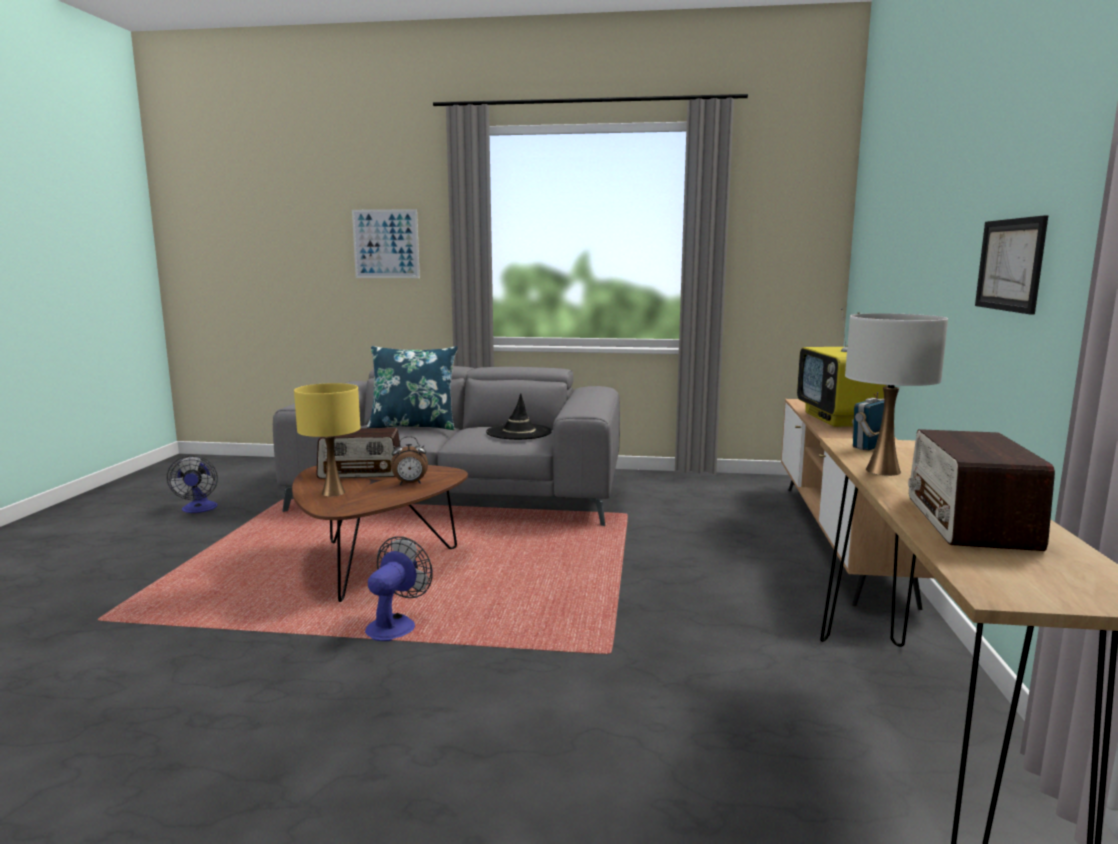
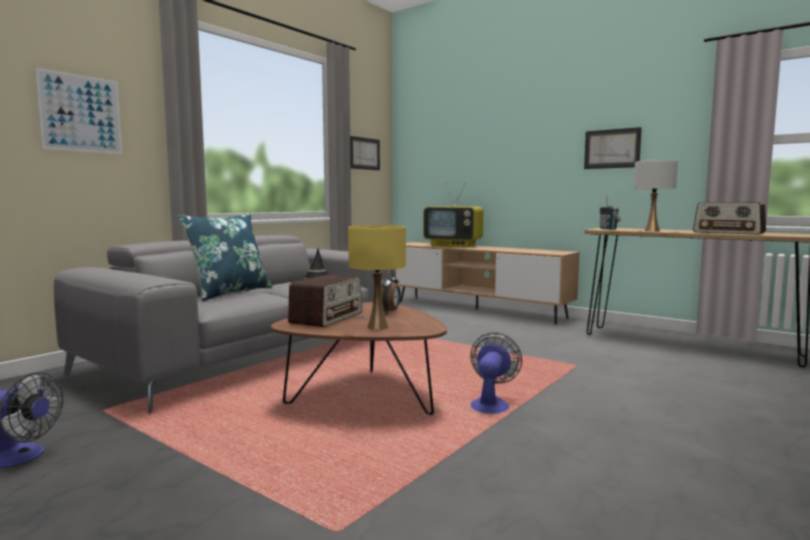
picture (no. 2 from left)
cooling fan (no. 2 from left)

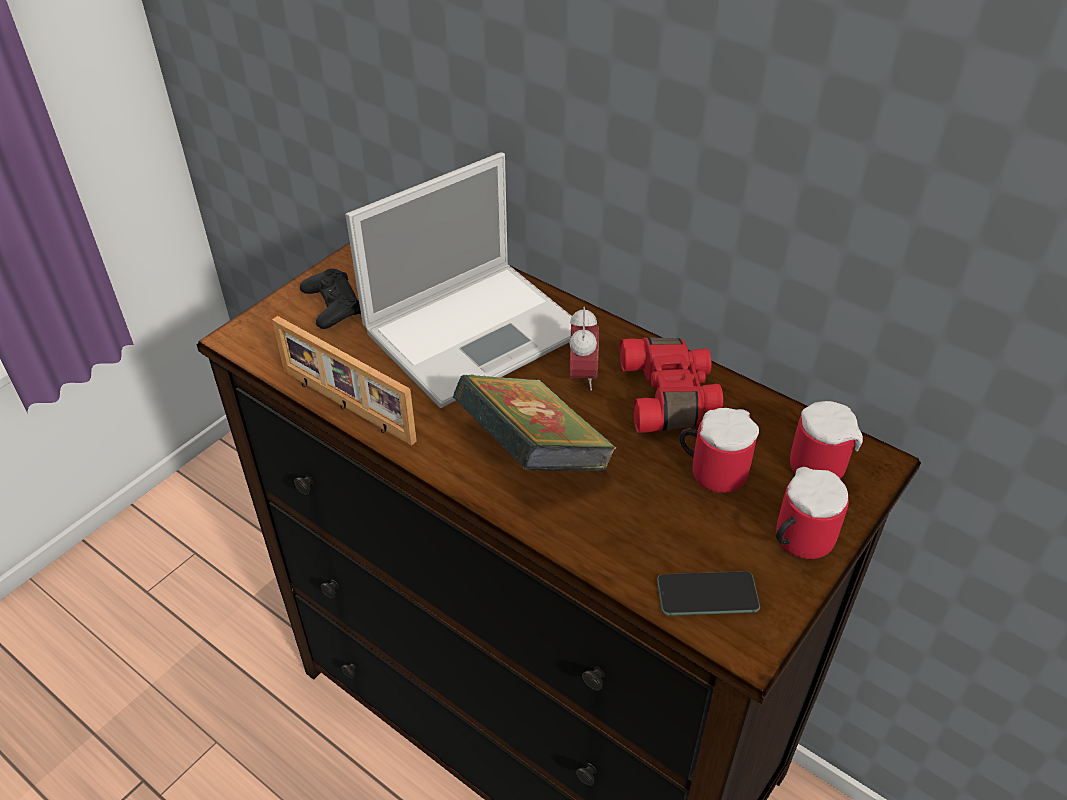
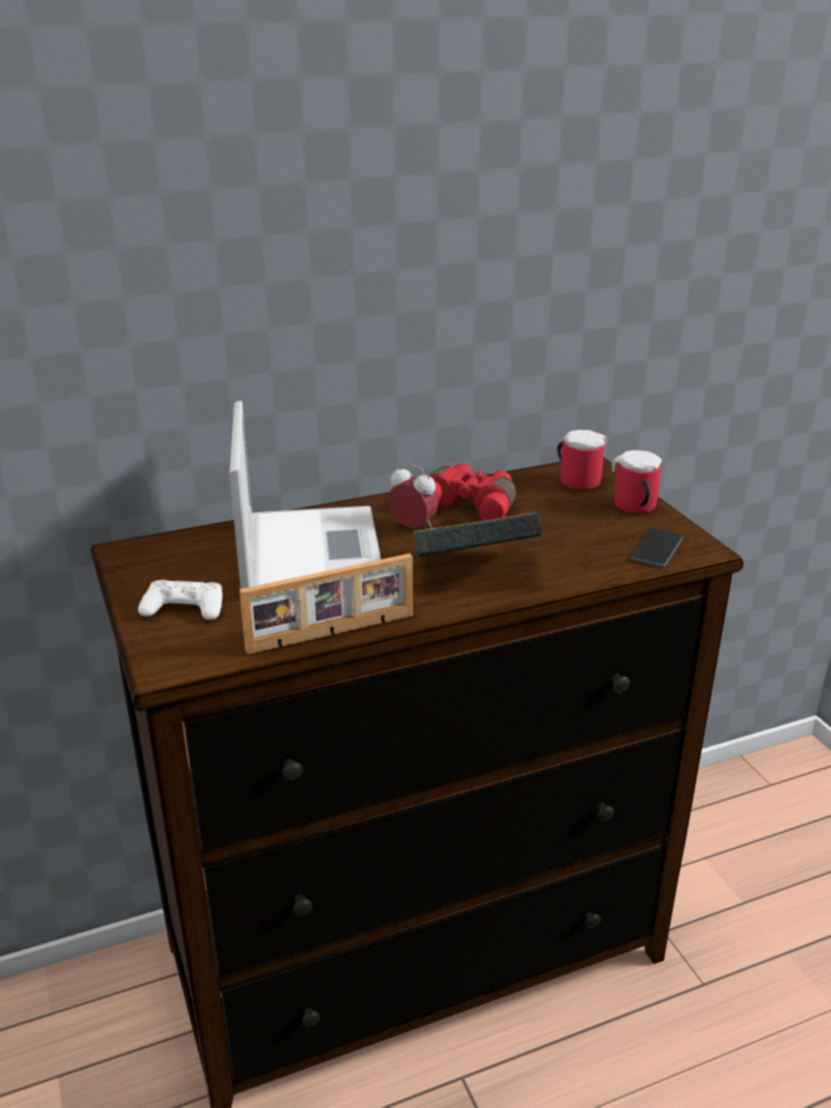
coffee mug (no. 1 from left in the first image)
whitish joypad

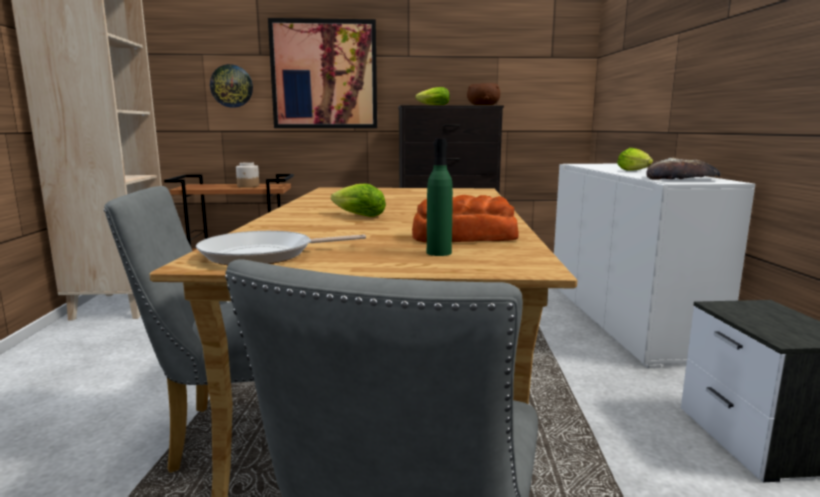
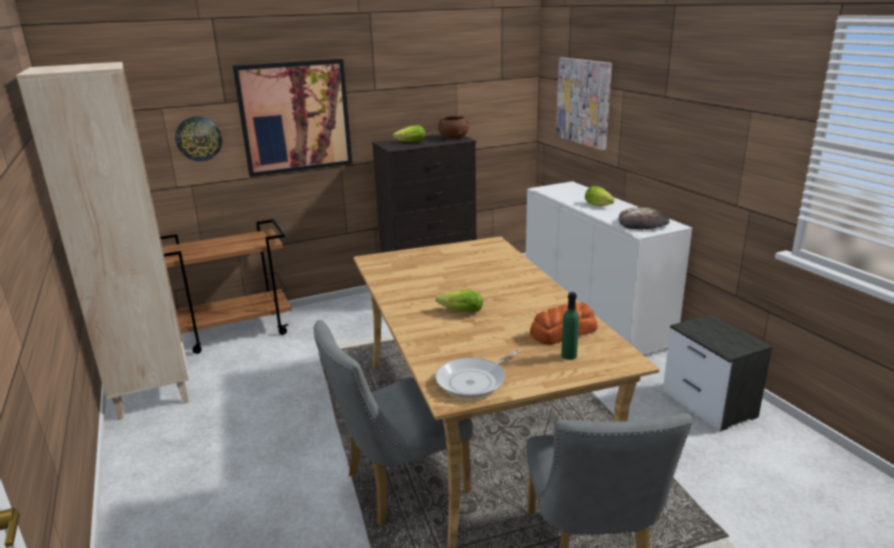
jar
picture (no. 2 from left)

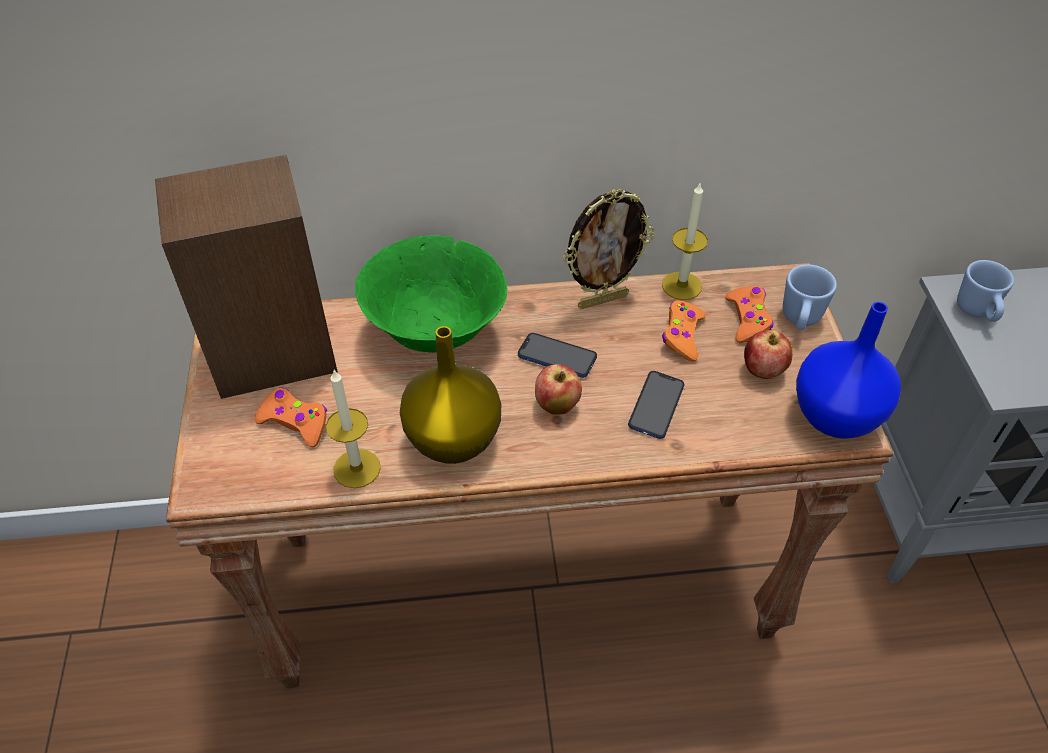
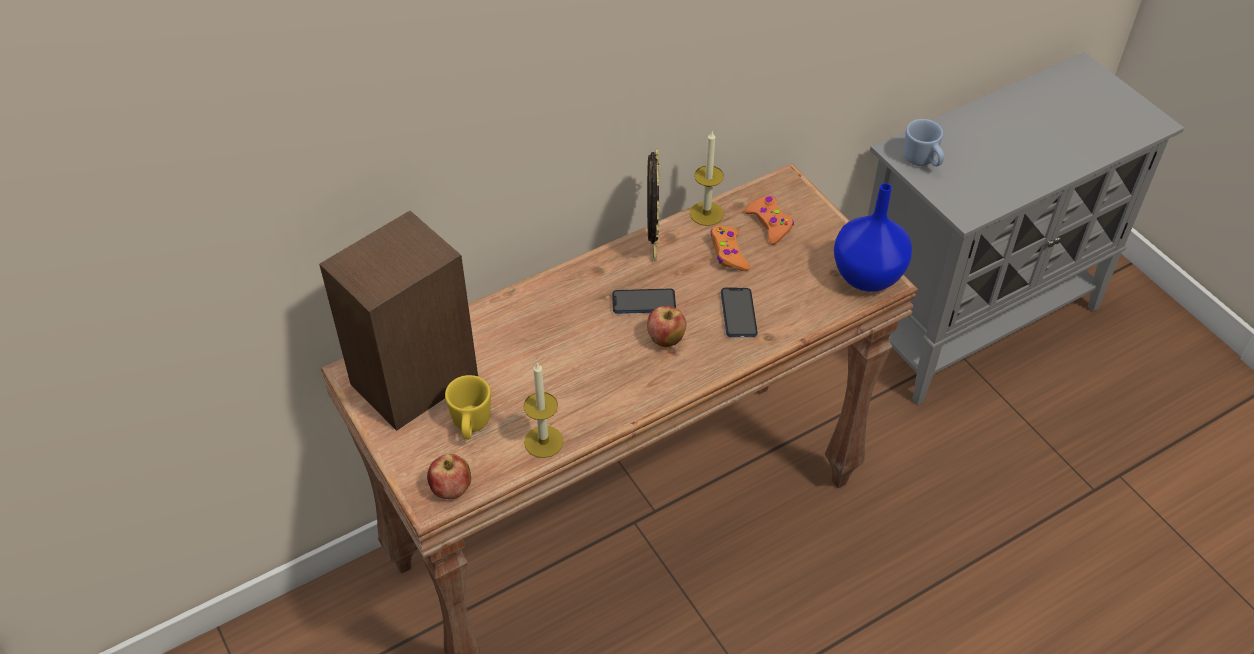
green serving bowl
yellowish decorative vase
blue-coloured coffee mug (no. 1 from left in the first image)
apple (no. 1 from left)
yellowish coffee mug
picture frame

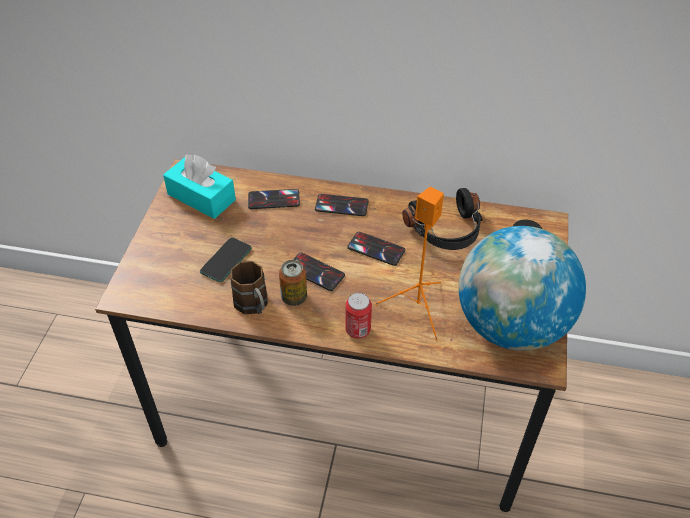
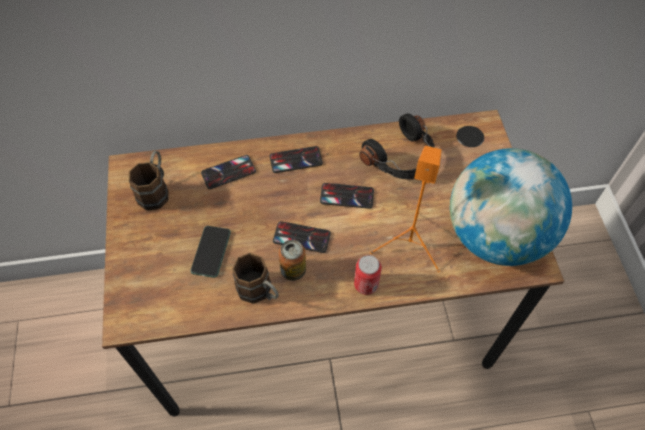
brown coffee mug (no. 1 from left)

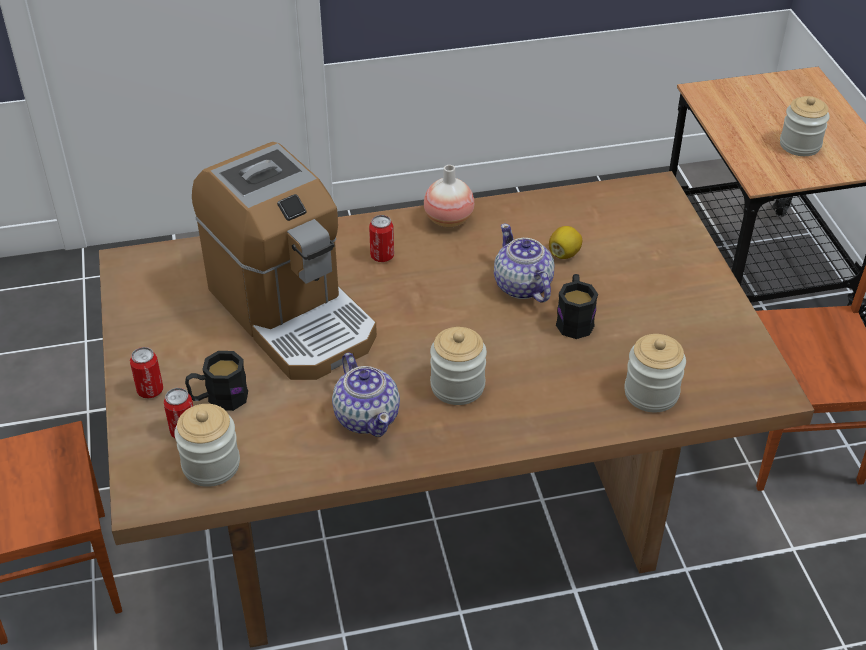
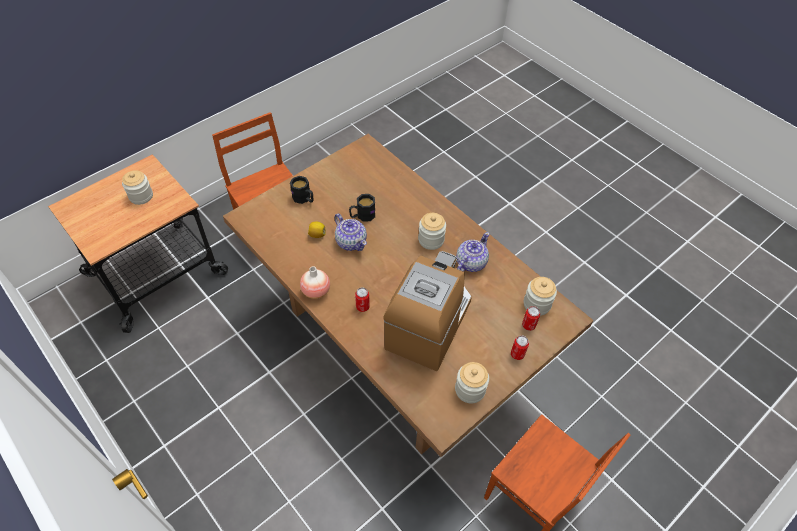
blackish coffee mug (no. 1 from left)
jar (no. 3 from left)
teapot (no. 1 from left)

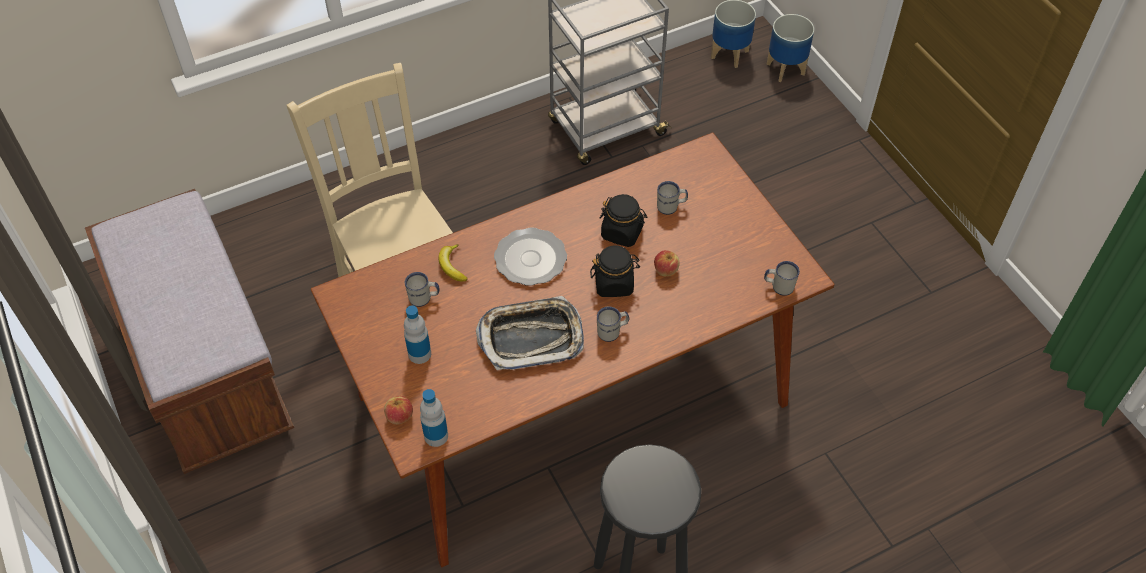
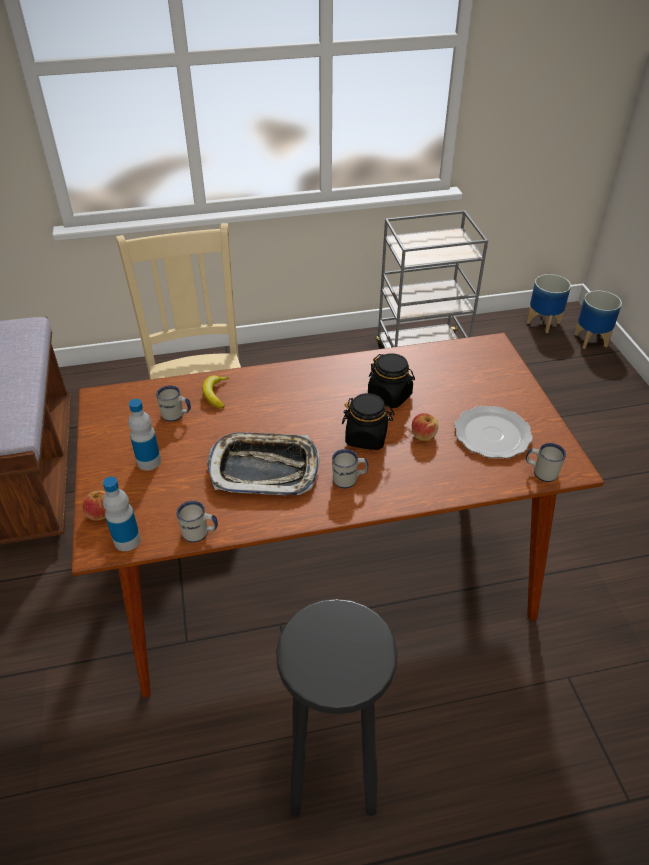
plate
whitish coffee mug (no. 2 from left)

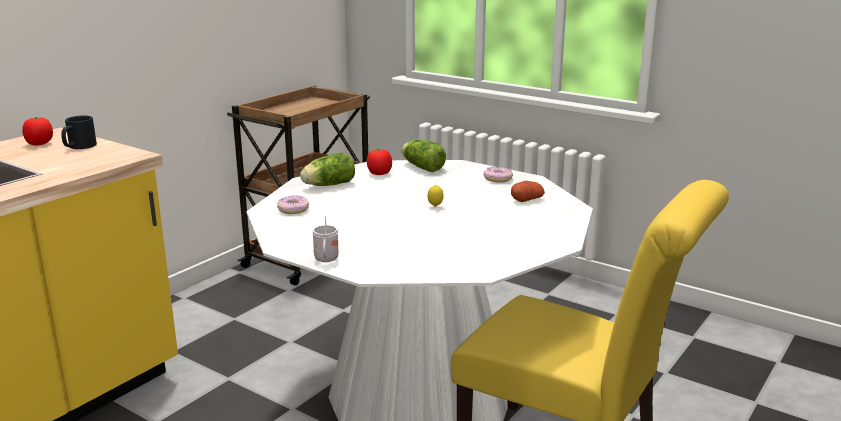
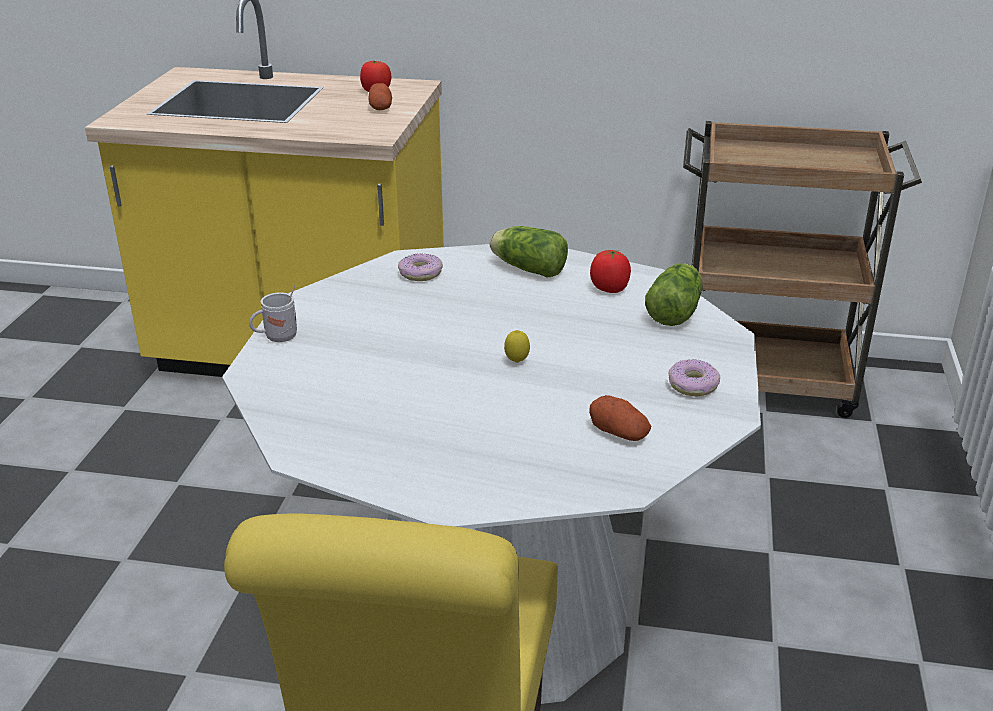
whole potato (no. 1 from left)

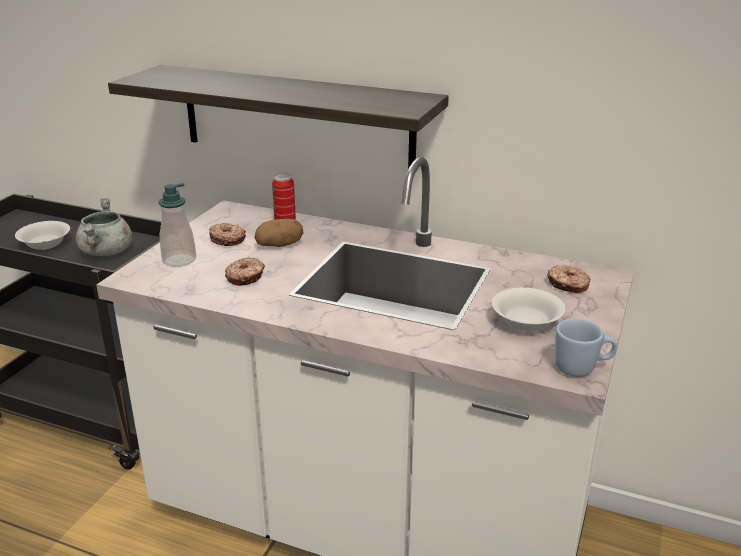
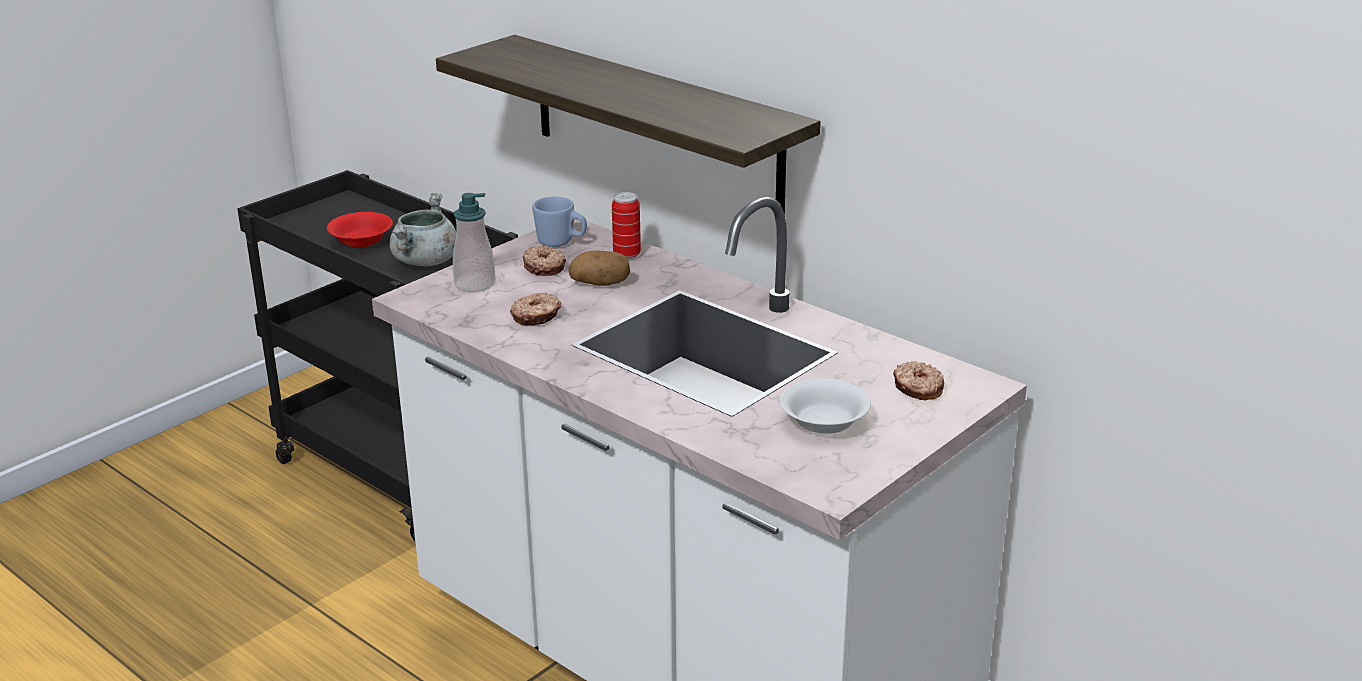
blue-coloured coffee mug
red-coloured serving bowl

